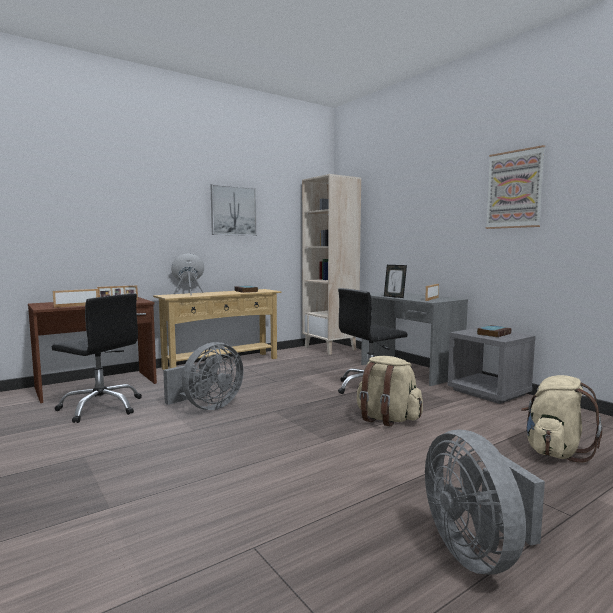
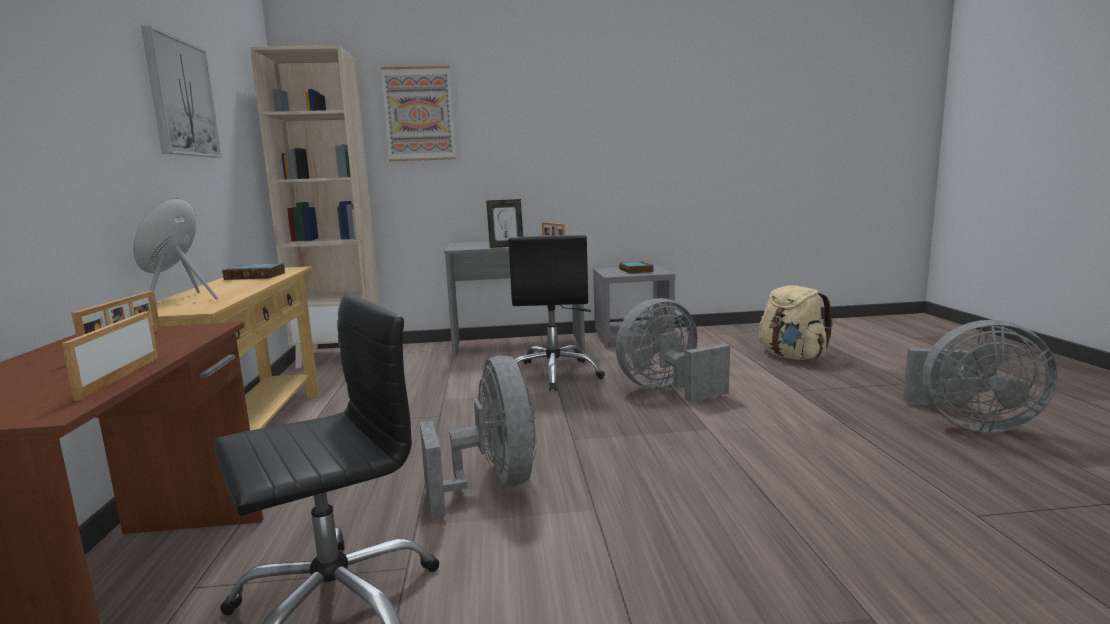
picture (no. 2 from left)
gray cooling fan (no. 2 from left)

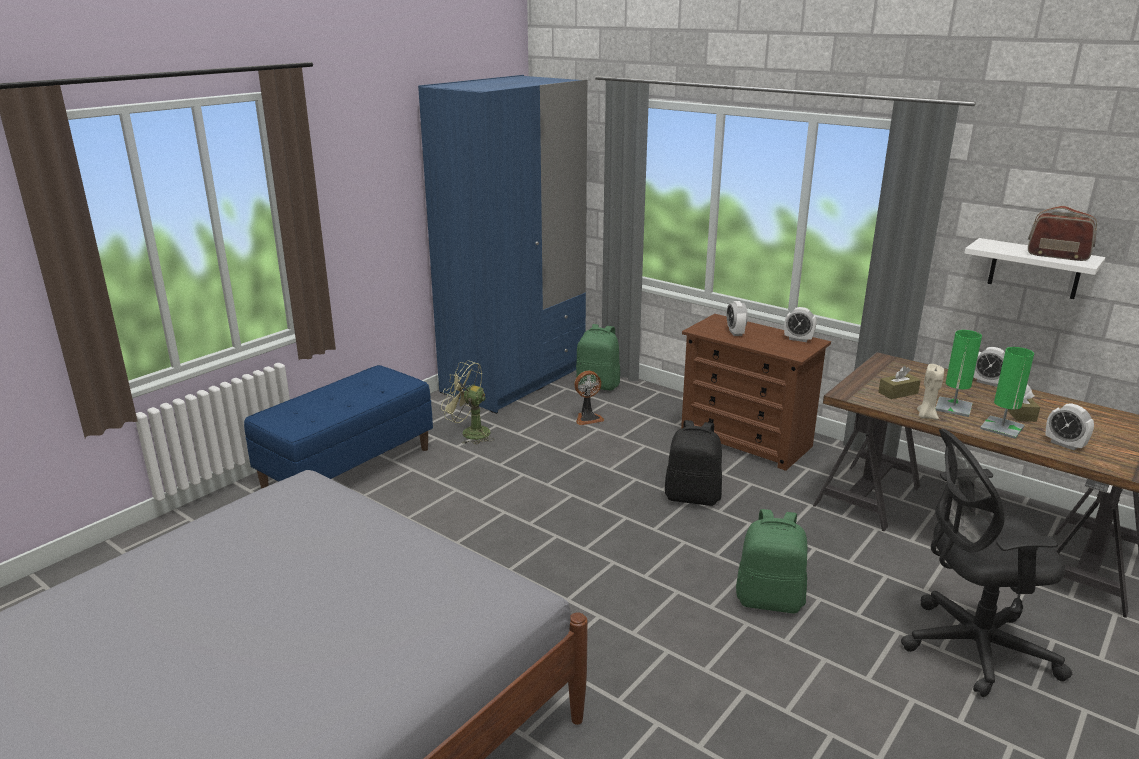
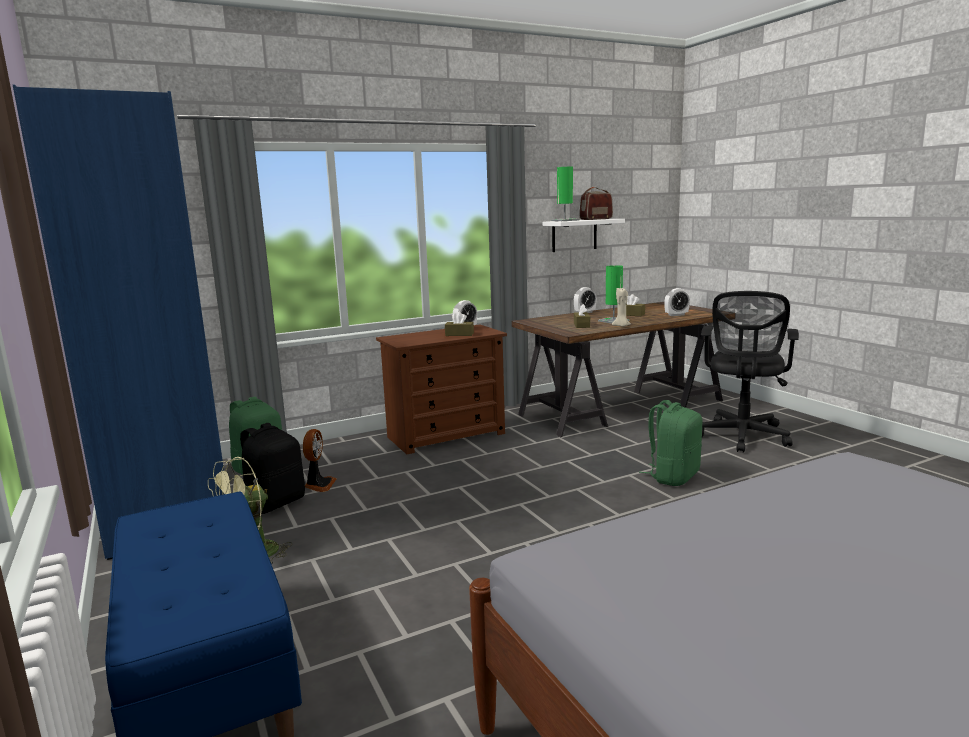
bedside clock (no. 1 from left in the first image)
brown tissue holder (no. 1 from left)
blackish backpack
green table lamp (no. 1 from left)

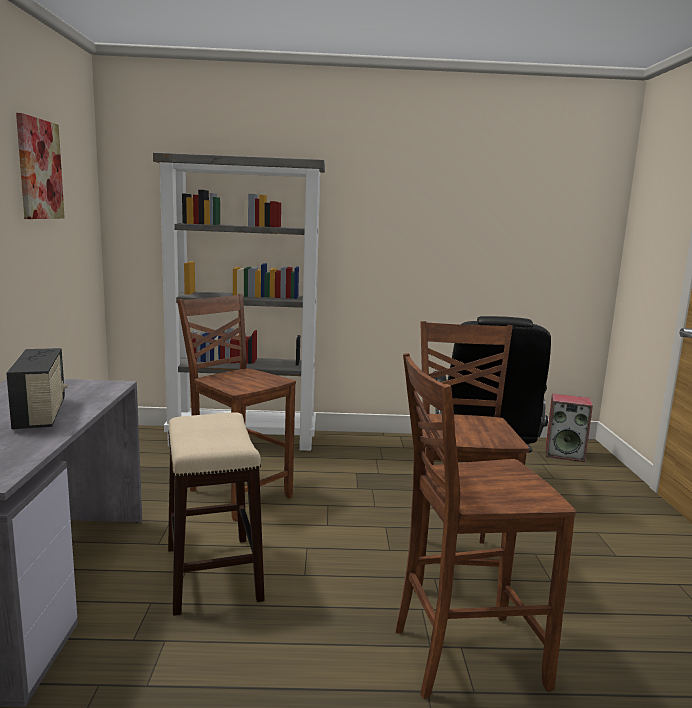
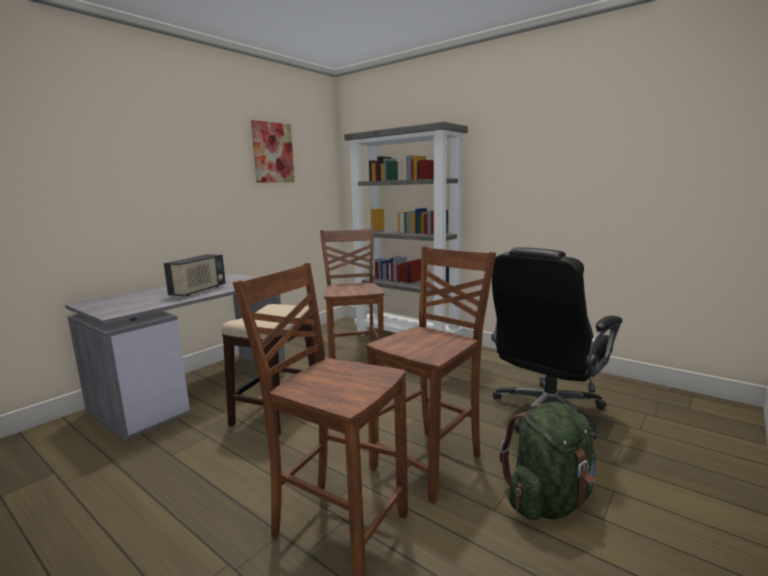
audio speaker
green backpack

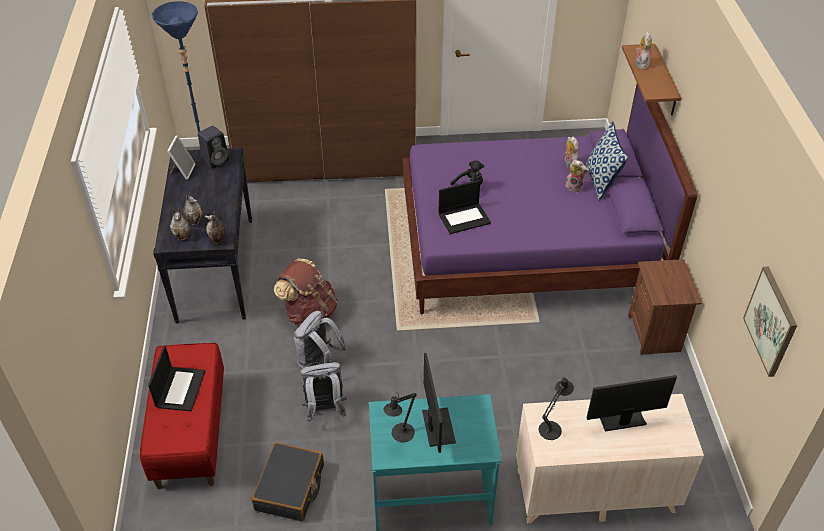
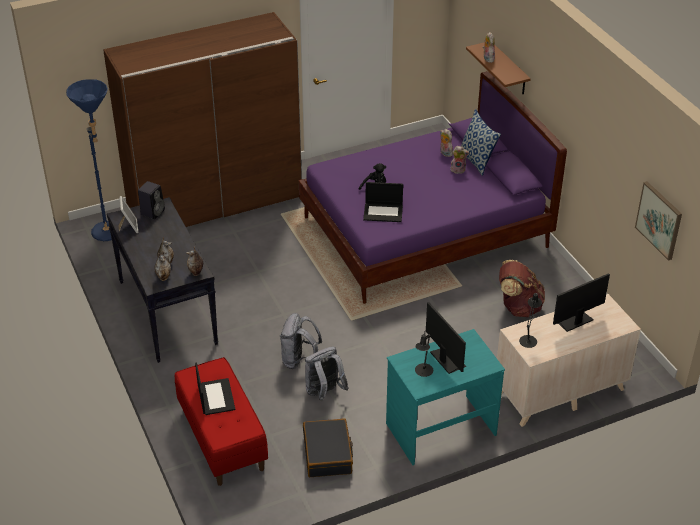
brown bedside table
brown backpack
laptop (no. 2 from left)

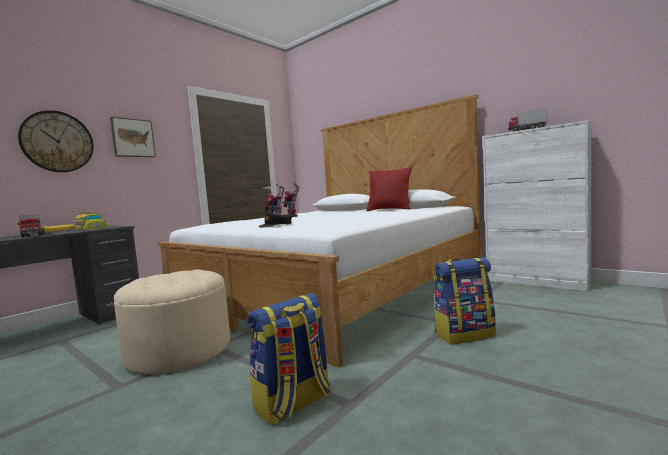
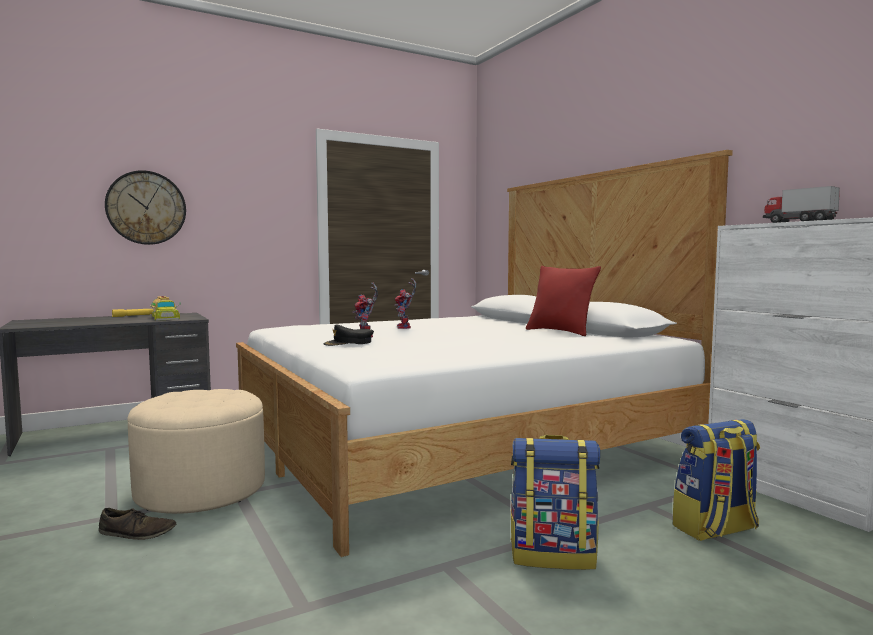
model truck (no. 1 from left in the first image)
picture
brown low shoe
backpack (no. 2 from left)

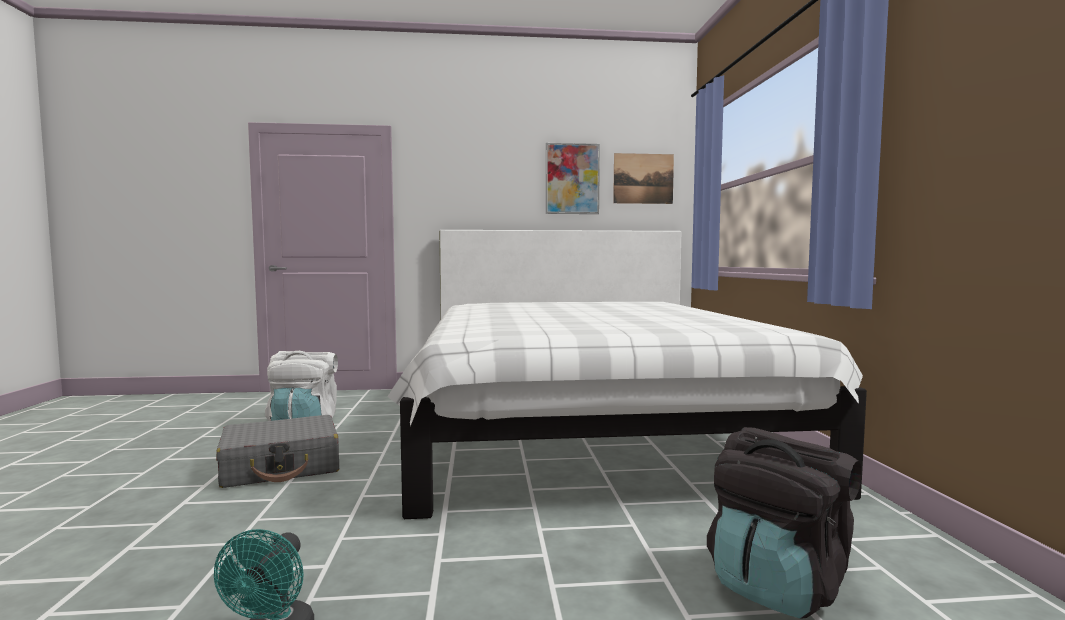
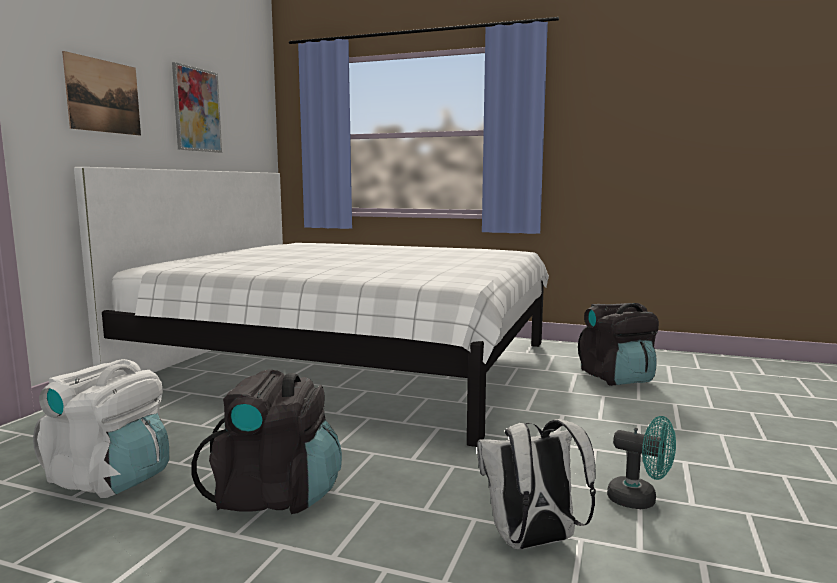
whitish backpack (no. 2 from left)
picture (no. 1 from left)
blackish backpack (no. 1 from left)

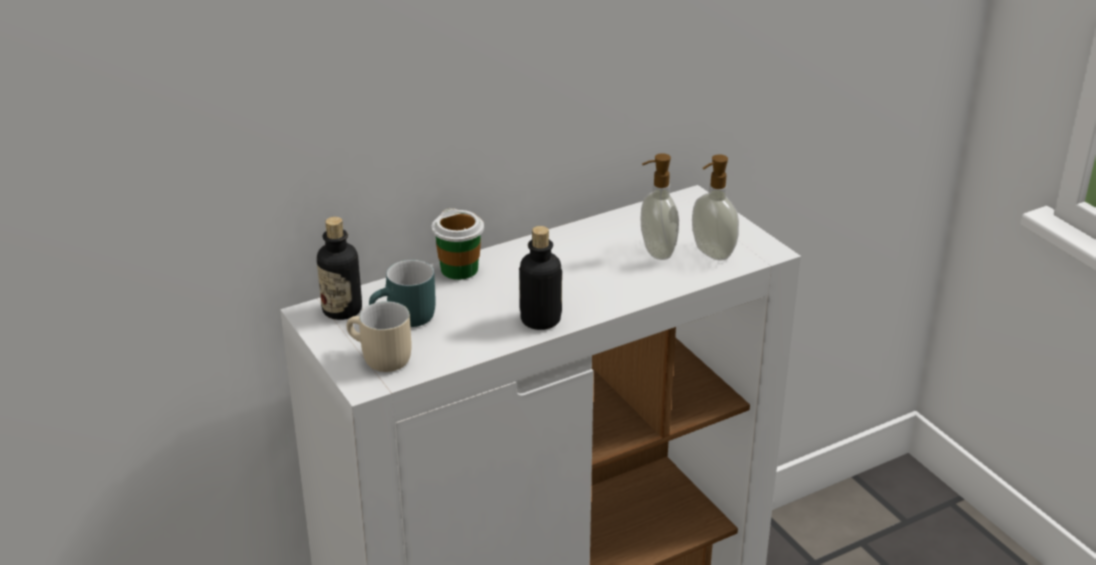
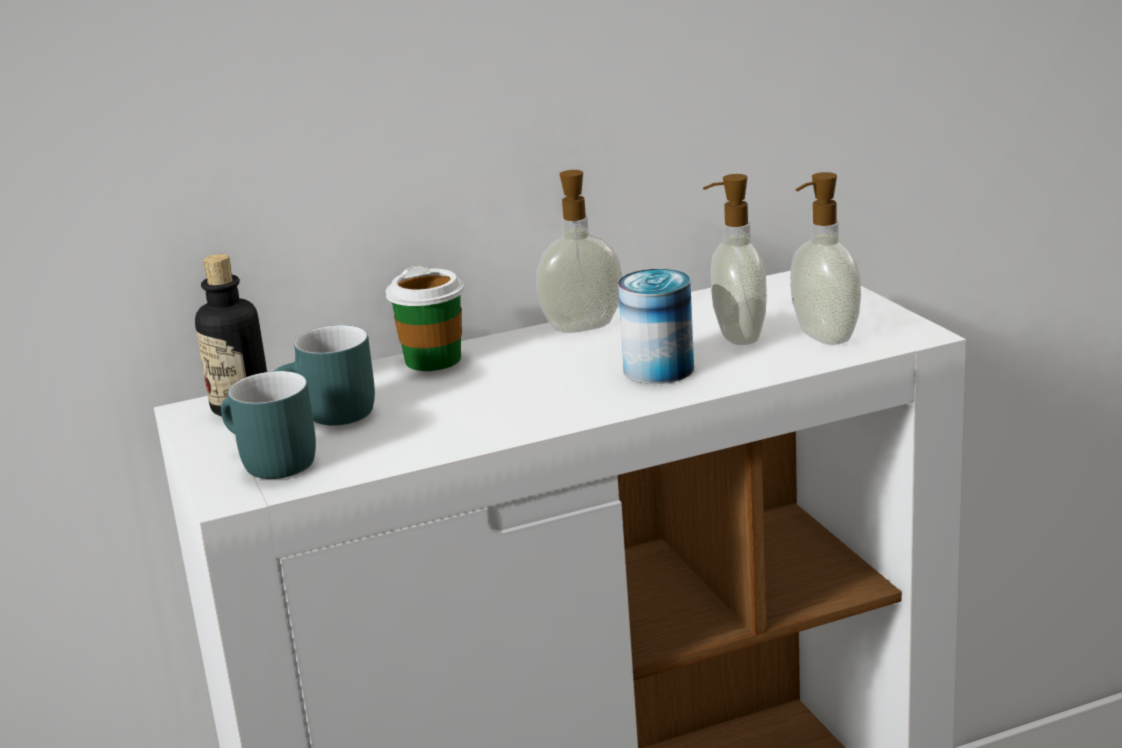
drink bottle (no. 2 from left in the first image)
soap bottle (no. 1 from left)
metal can
blue-green coffee mug (no. 1 from left)

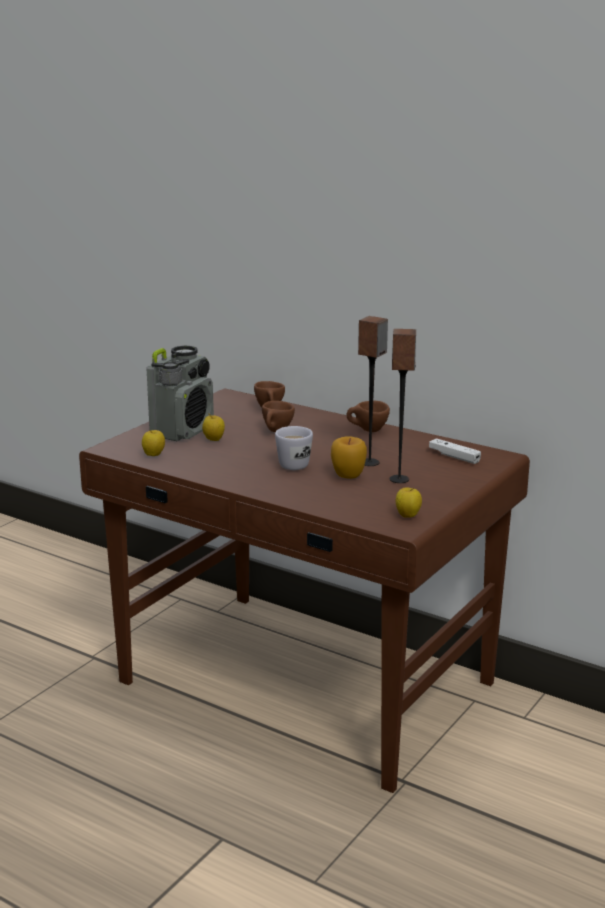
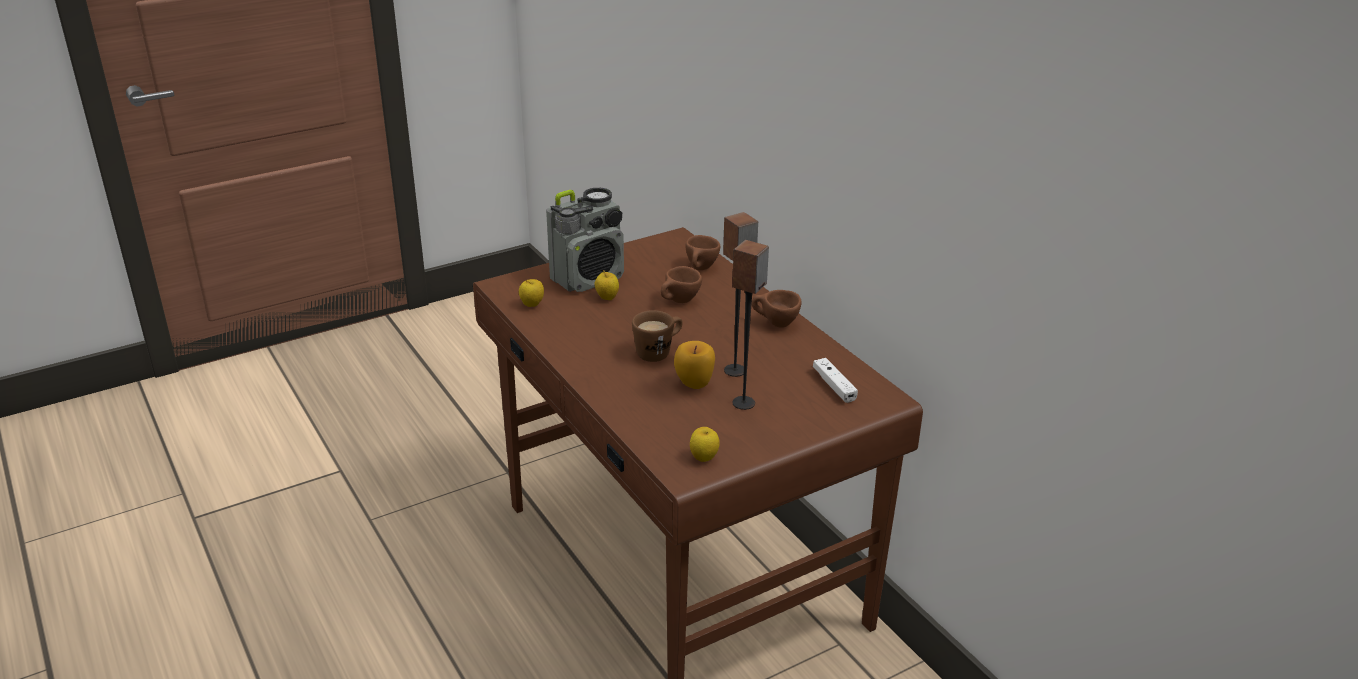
brown coffee mug

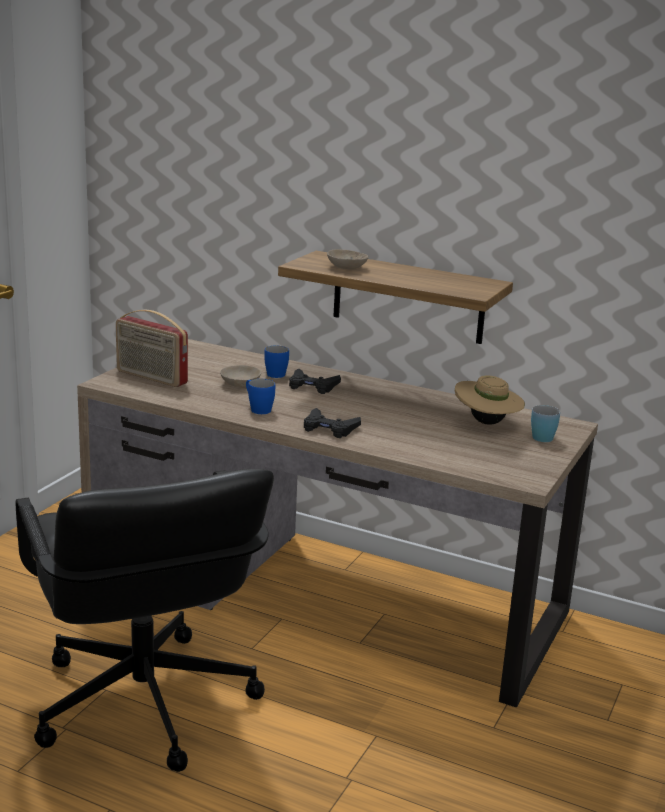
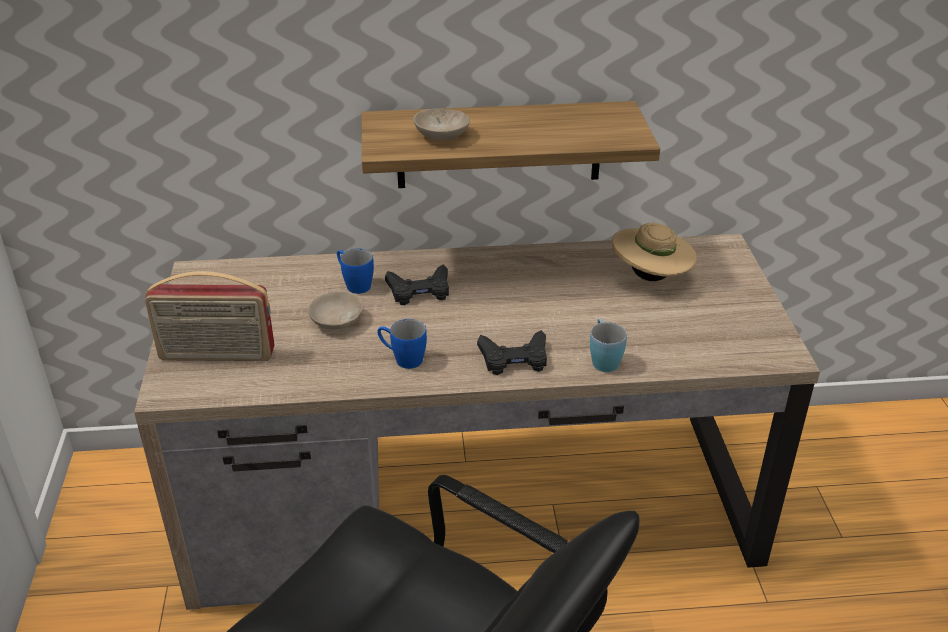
blue-coloured coffee mug (no. 3 from left)

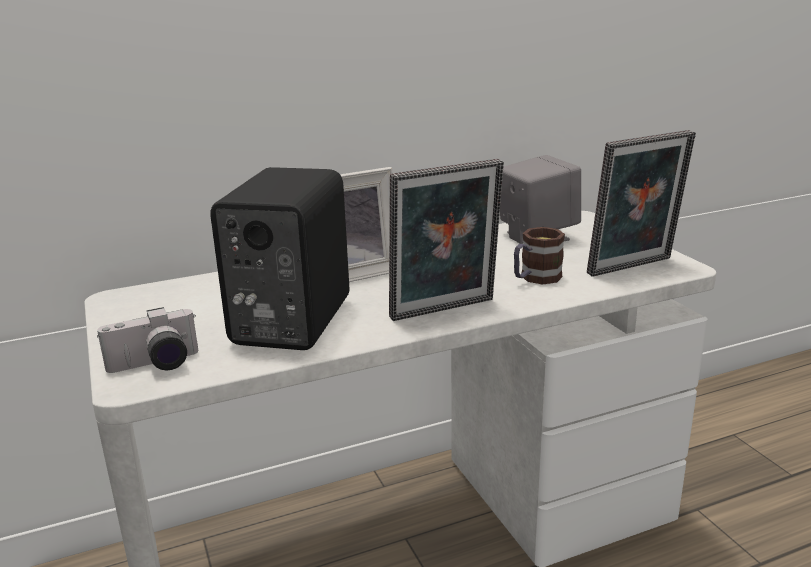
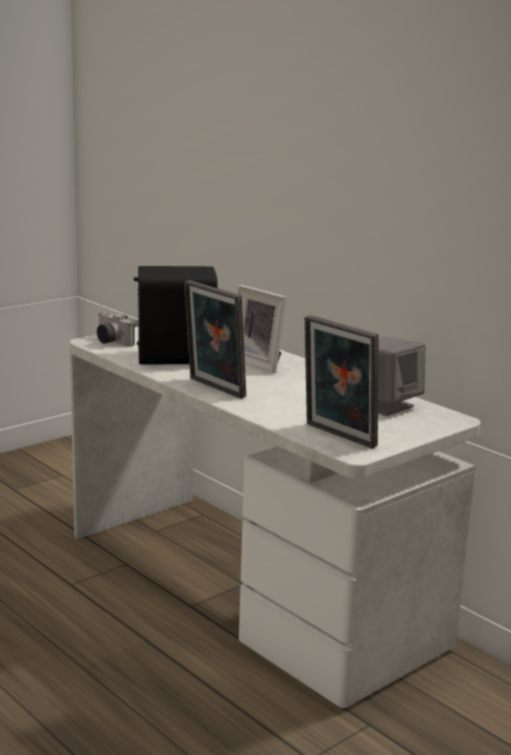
coffee mug

